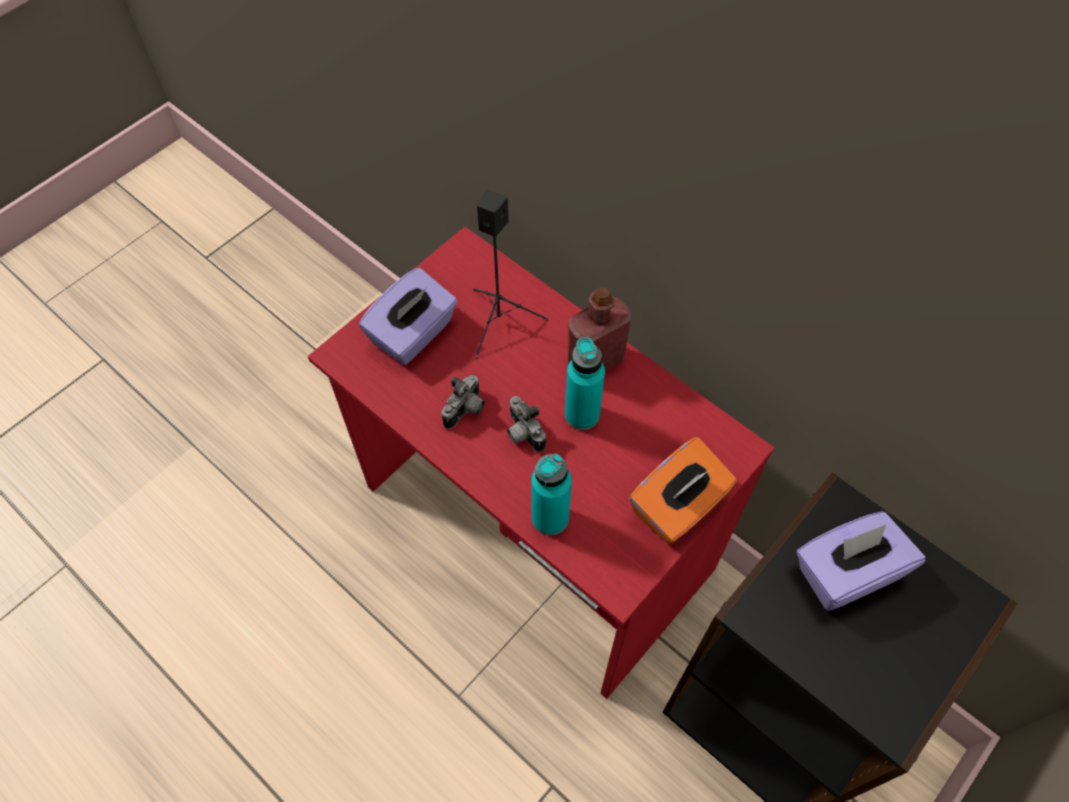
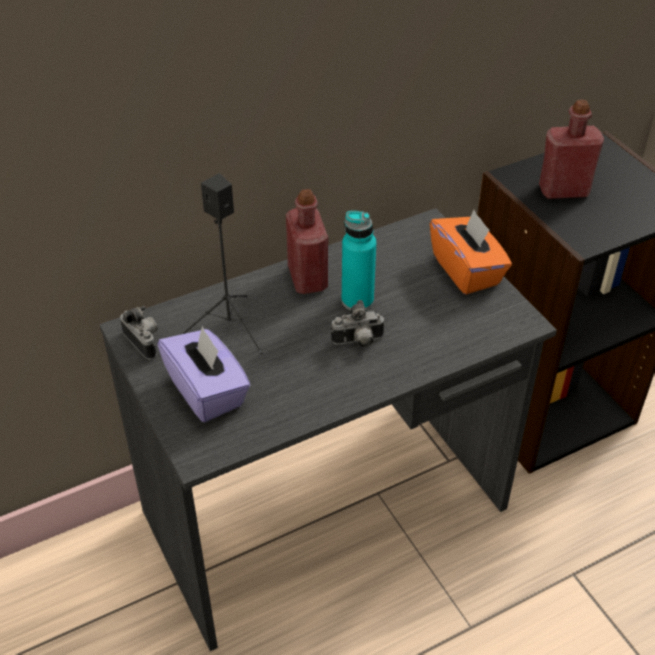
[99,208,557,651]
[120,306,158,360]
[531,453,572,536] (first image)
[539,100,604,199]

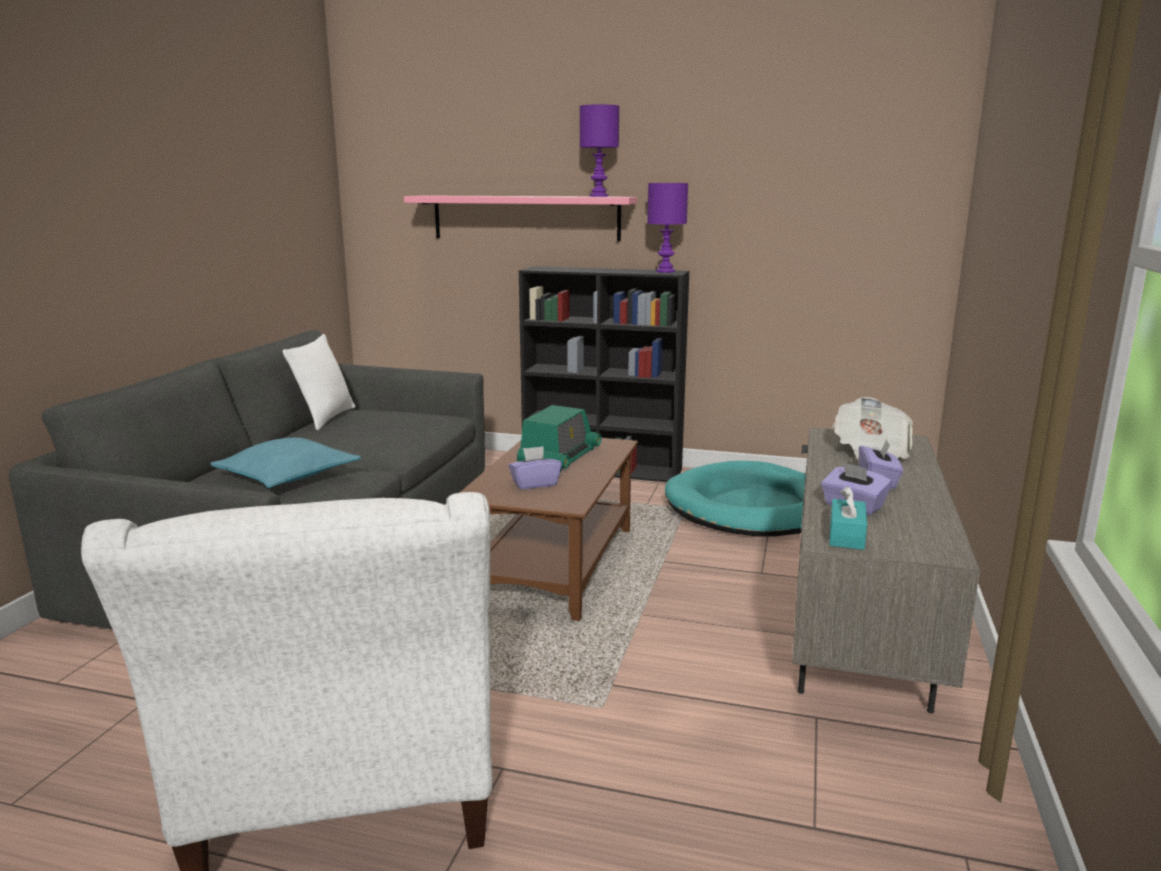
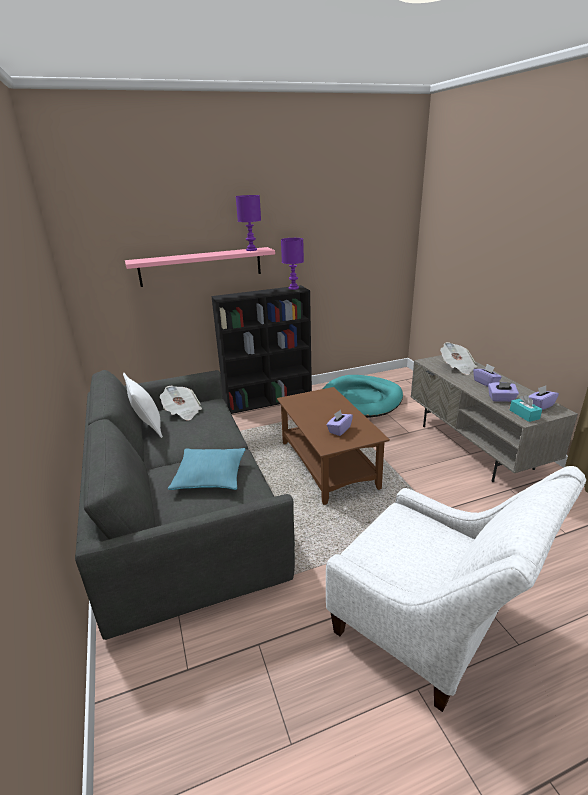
[517,405,601,472] (first image)
[160,386,202,420]
[529,385,559,410]

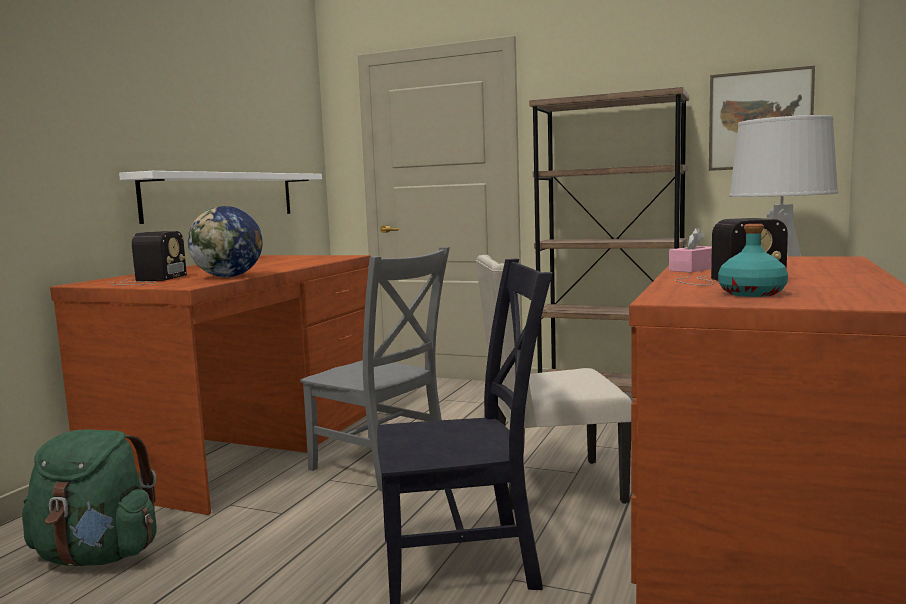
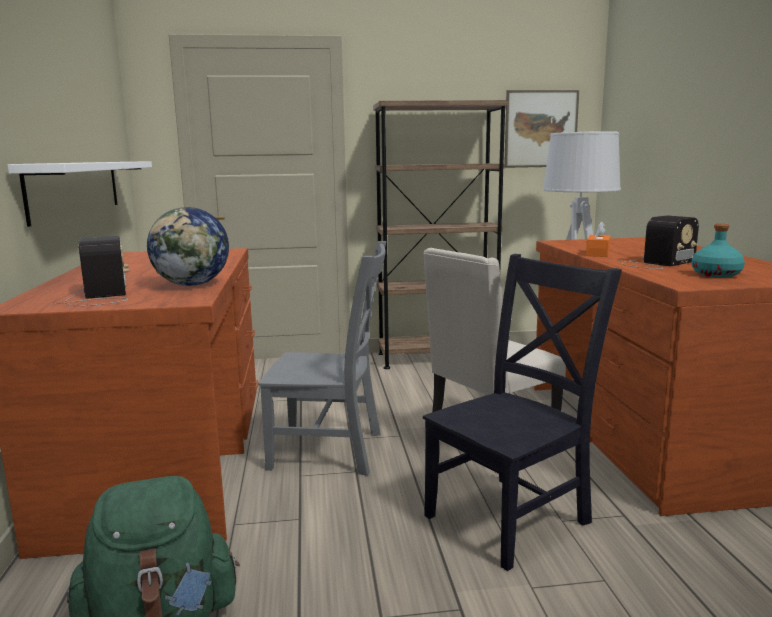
[586,221,610,257]

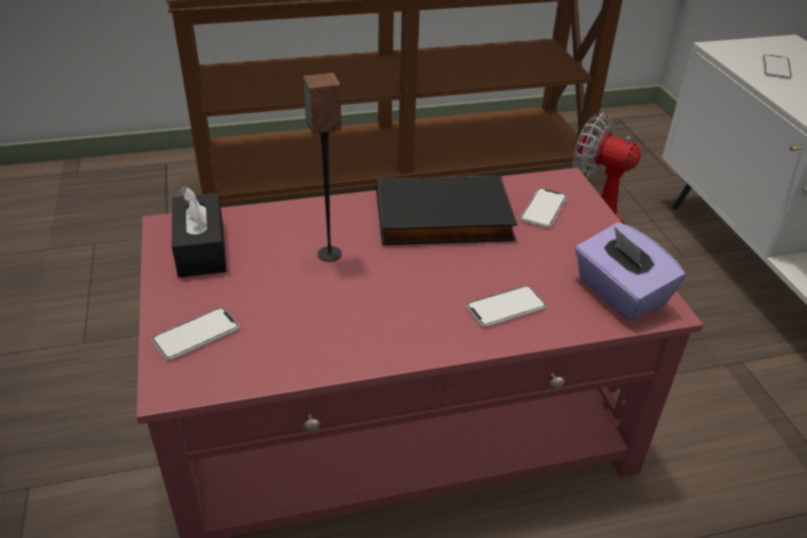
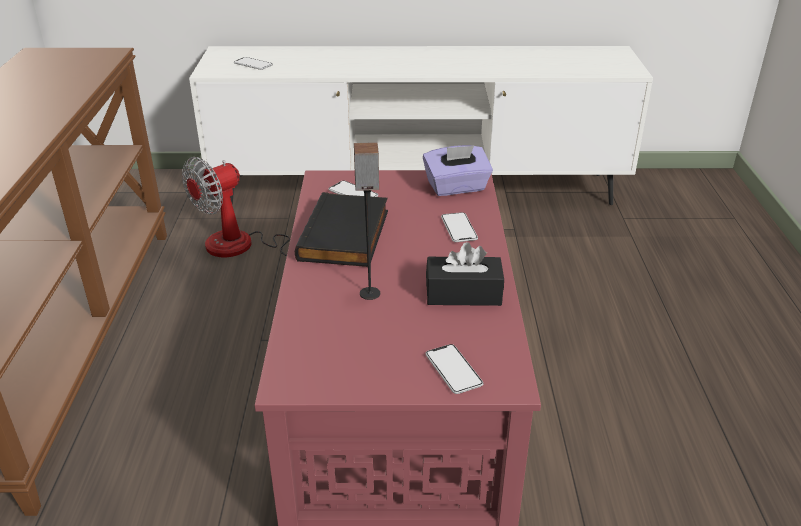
[426,242,504,306]

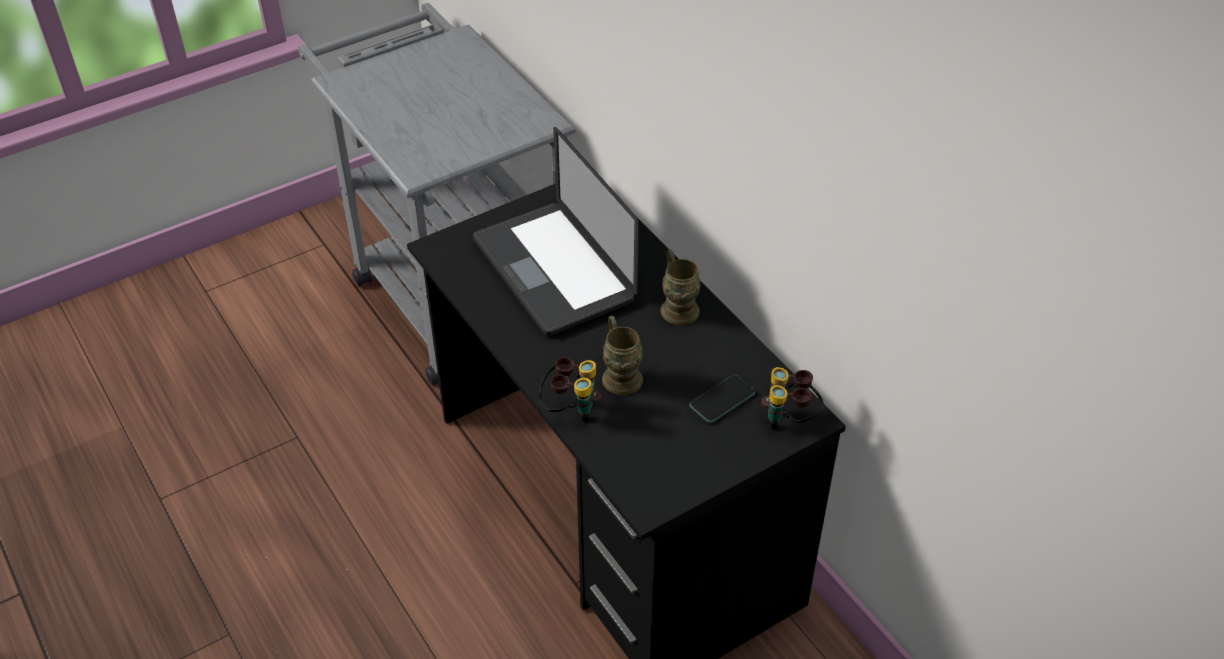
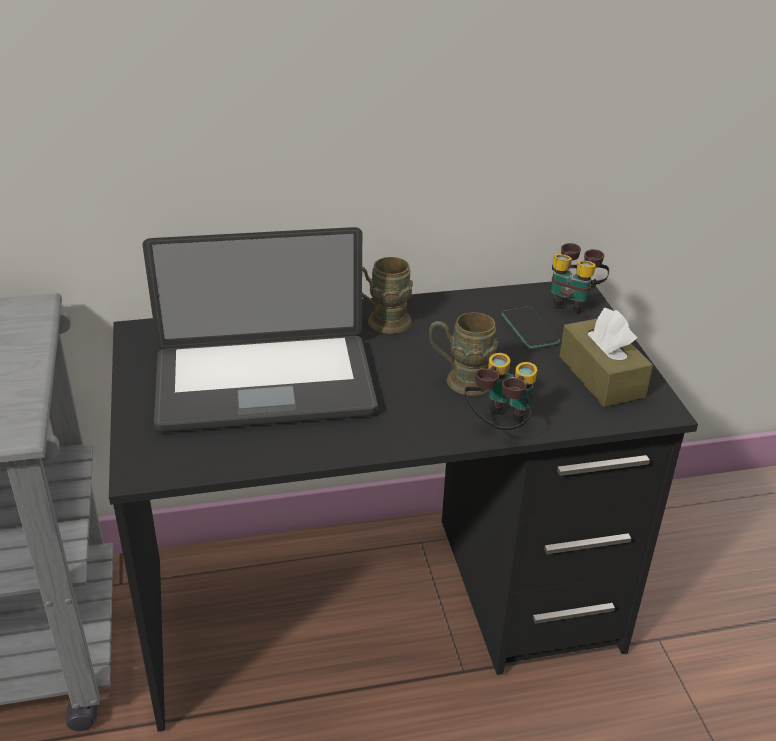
[559,308,653,407]

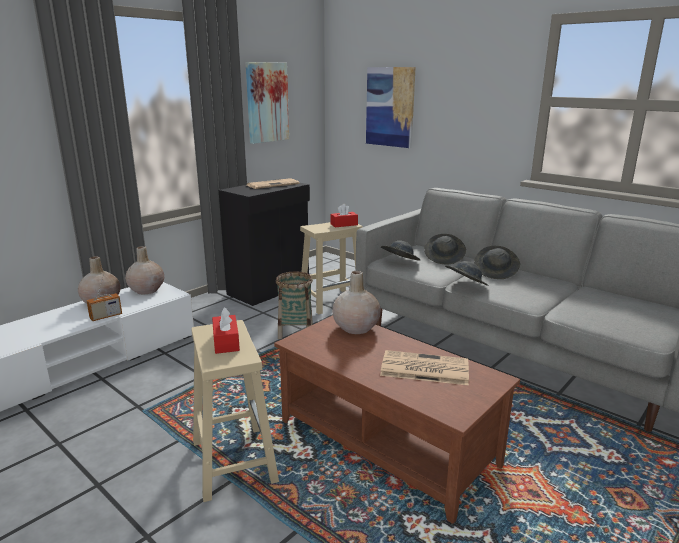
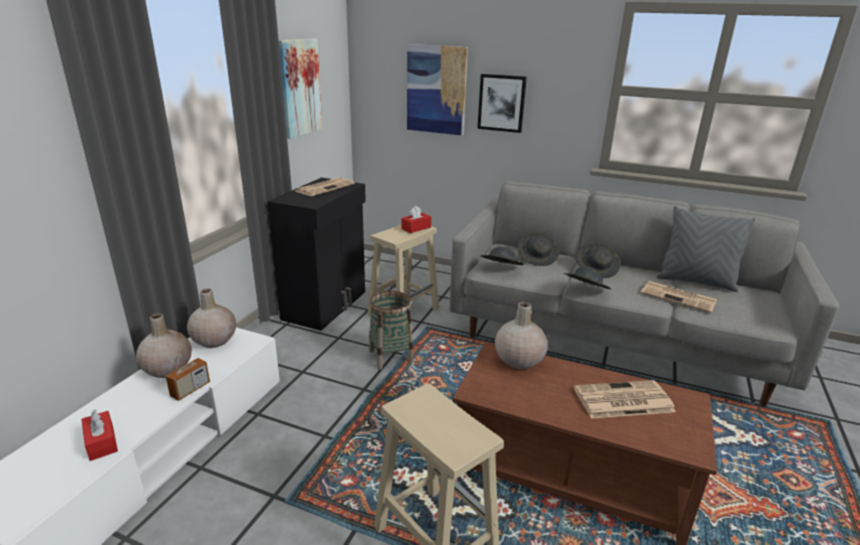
[81,409,118,461]
[477,74,527,133]
[641,281,717,313]
[656,206,755,292]

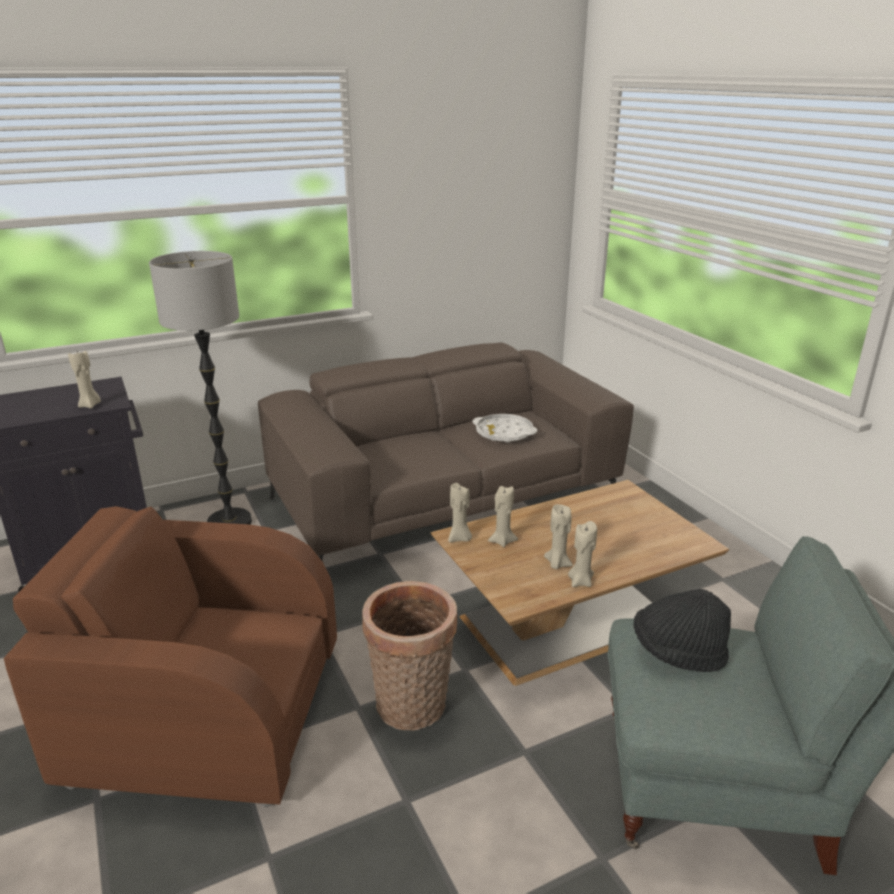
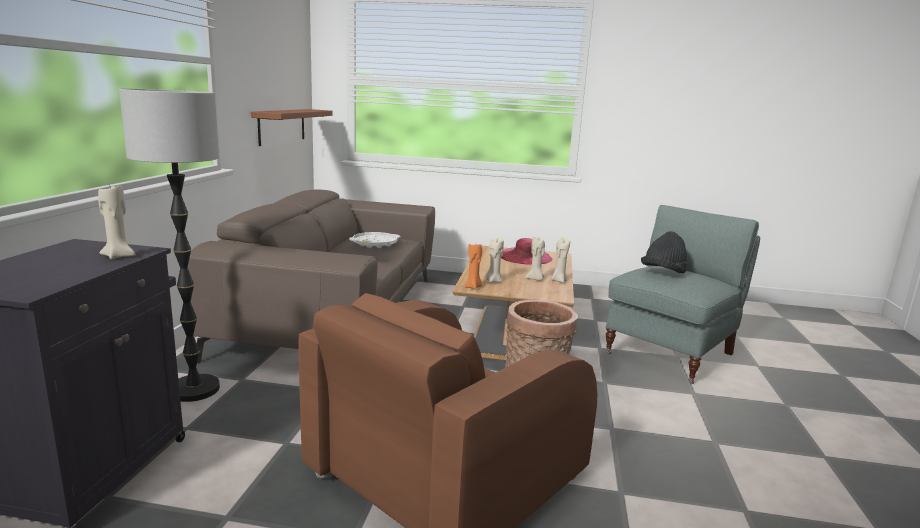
[465,243,482,290]
[251,109,333,146]
[501,238,552,265]

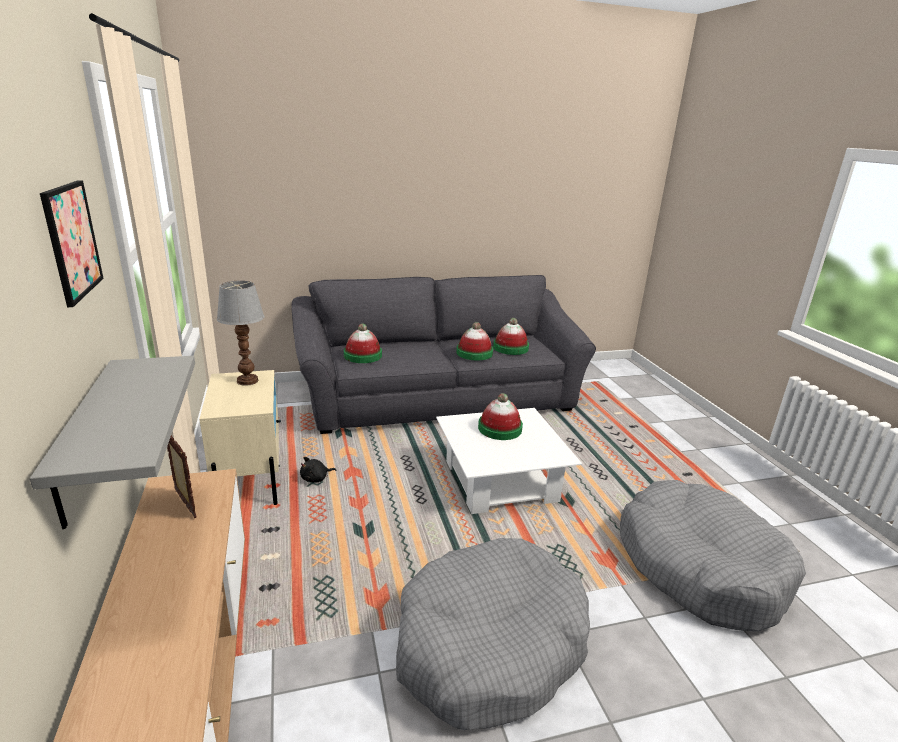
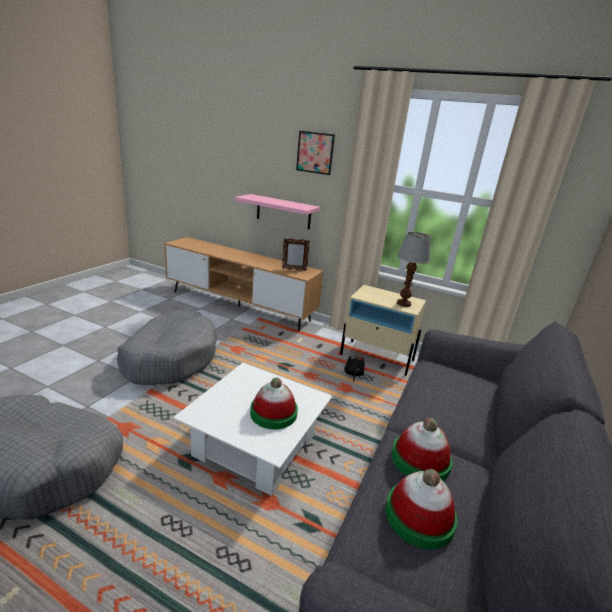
[234,194,320,230]
[344,324,382,363] (first image)

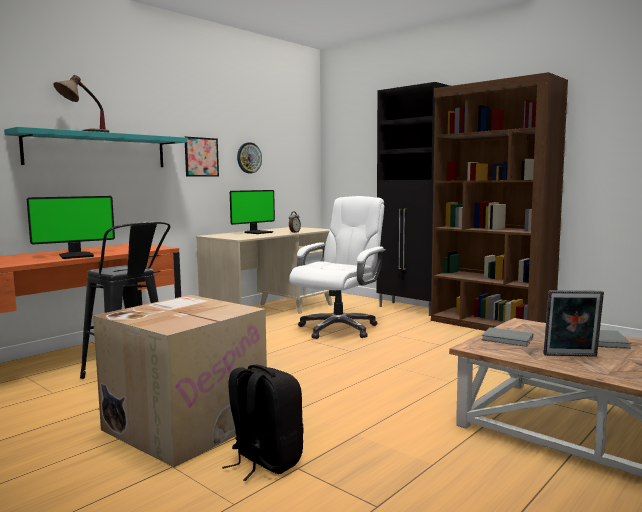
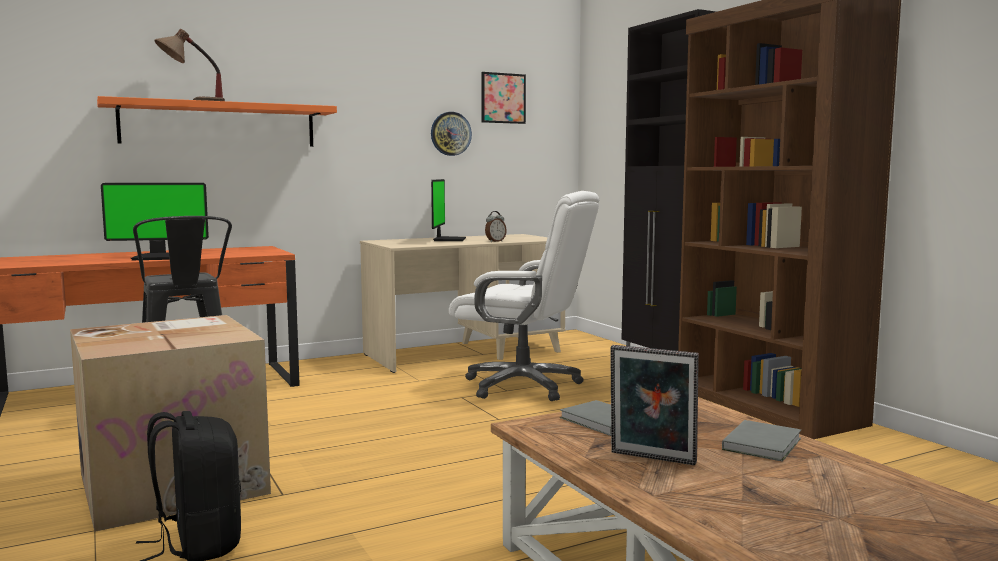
[97,96,337,147]
[481,72,526,124]
[431,179,466,241]
[449,191,600,401]

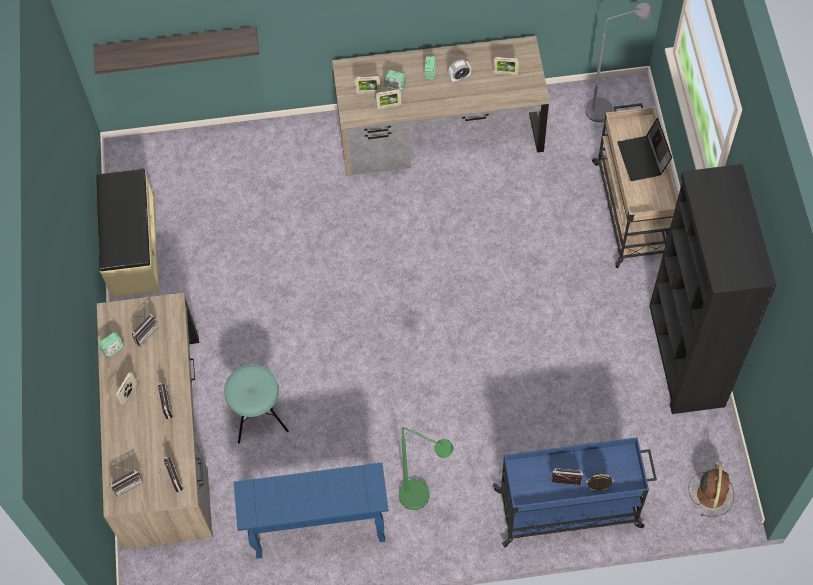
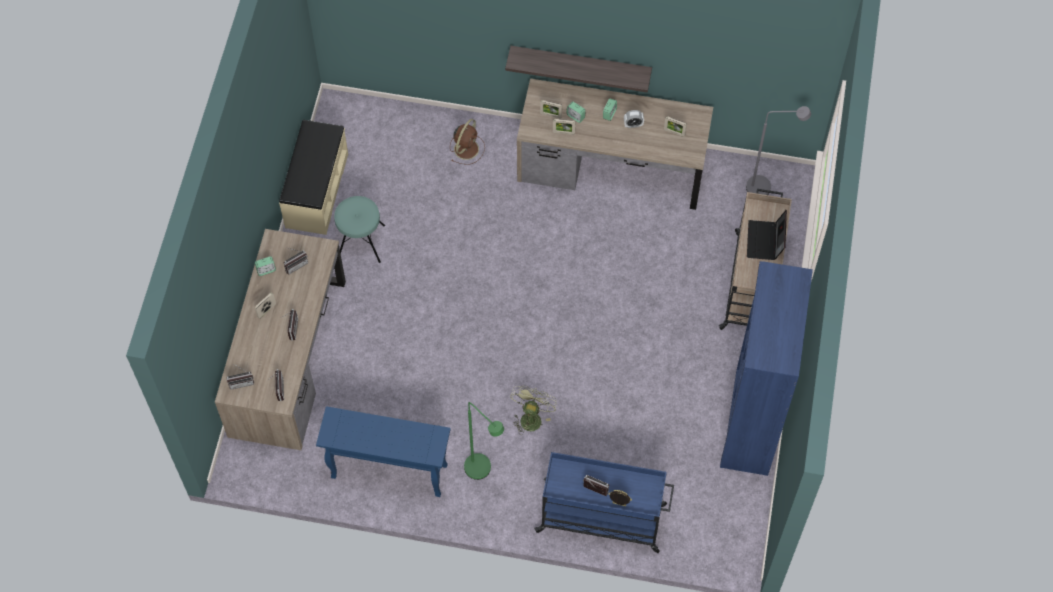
[505,46,652,93]
[334,196,385,263]
[720,261,813,476]
[450,119,485,165]
[510,386,557,434]

